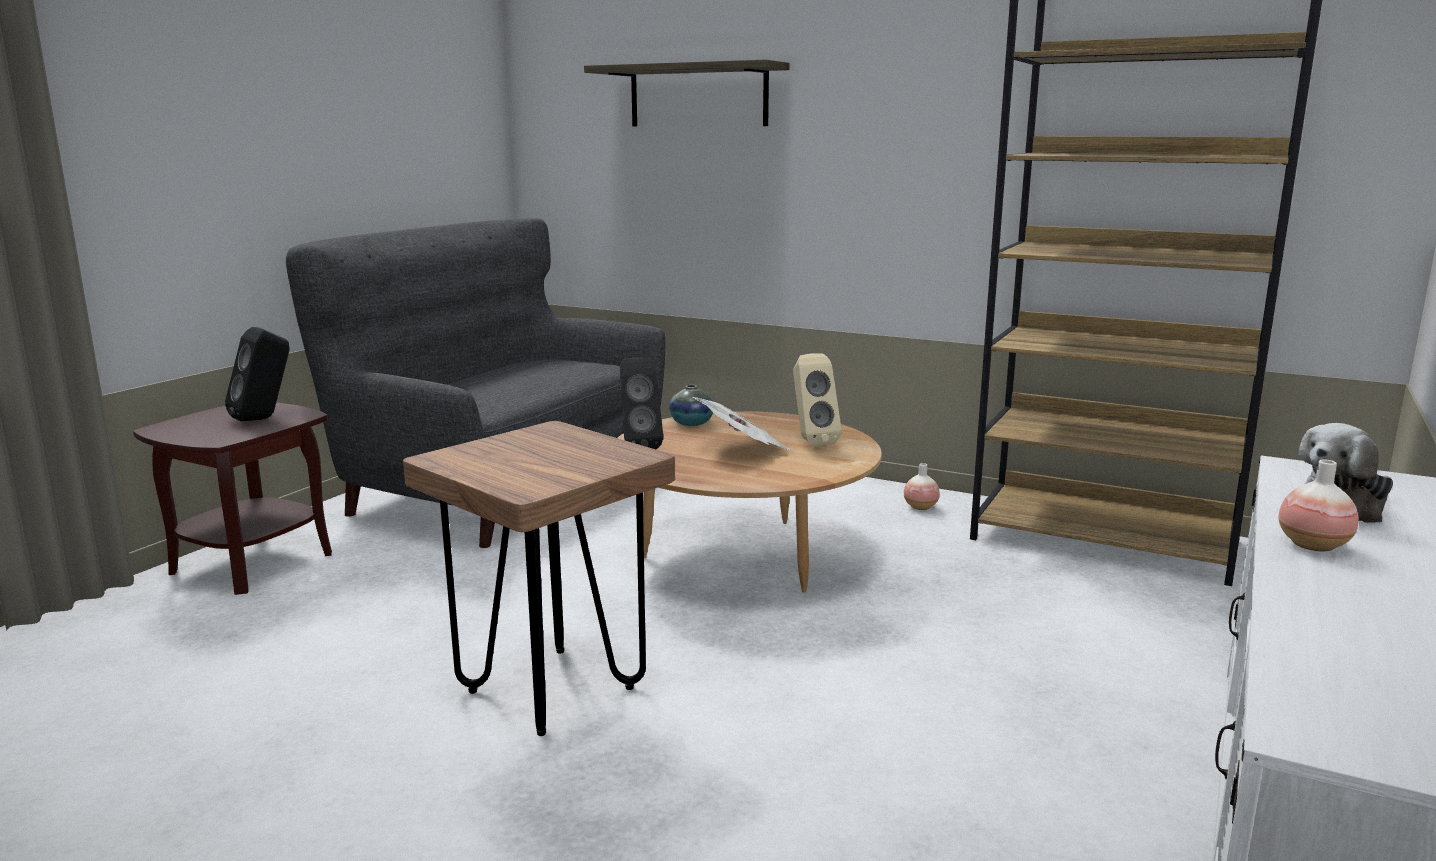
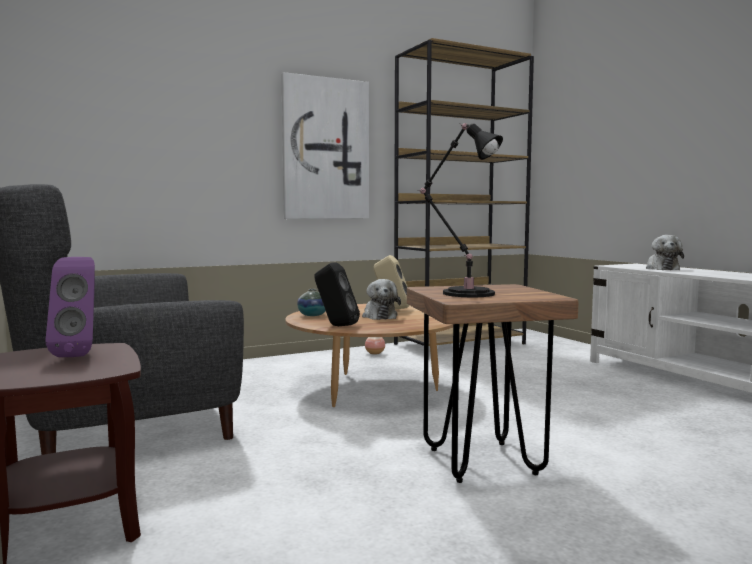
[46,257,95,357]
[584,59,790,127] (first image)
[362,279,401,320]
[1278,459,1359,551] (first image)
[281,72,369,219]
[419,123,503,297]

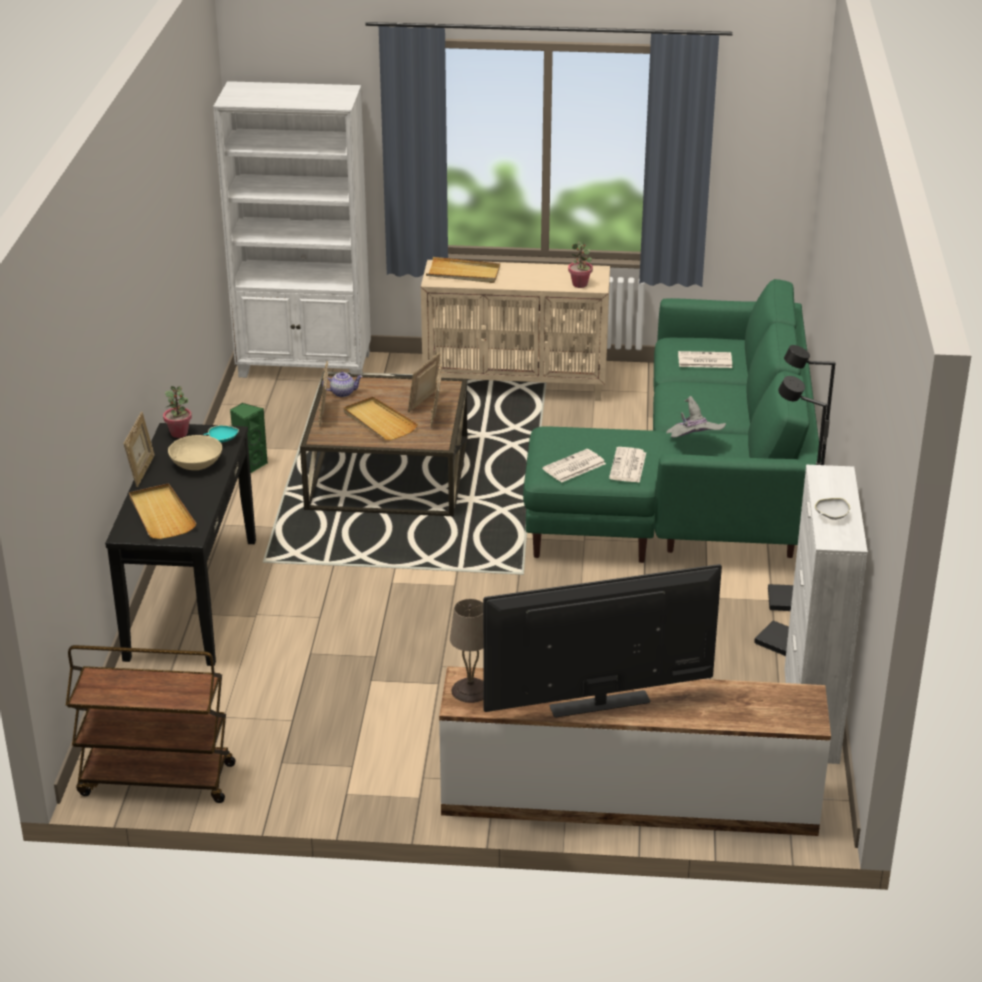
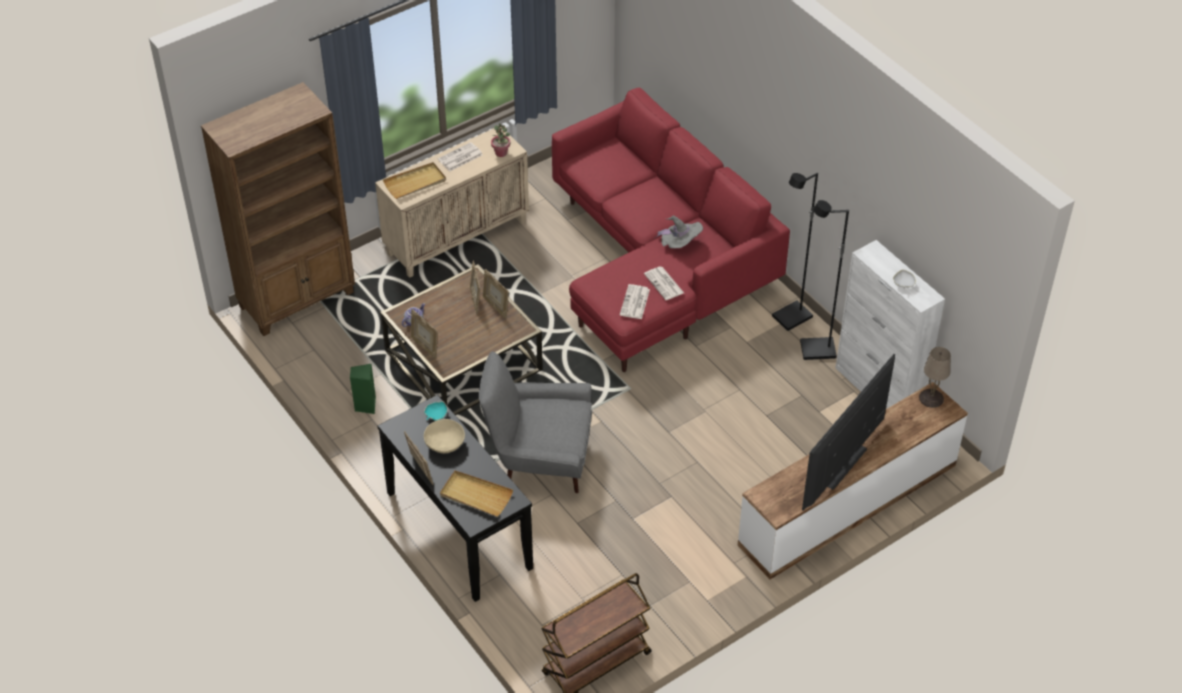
[163,386,192,438] (first image)
[201,82,355,336]
[343,397,418,440] (first image)
[919,347,951,408]
[552,88,790,372]
[438,142,483,171]
[479,352,592,493]

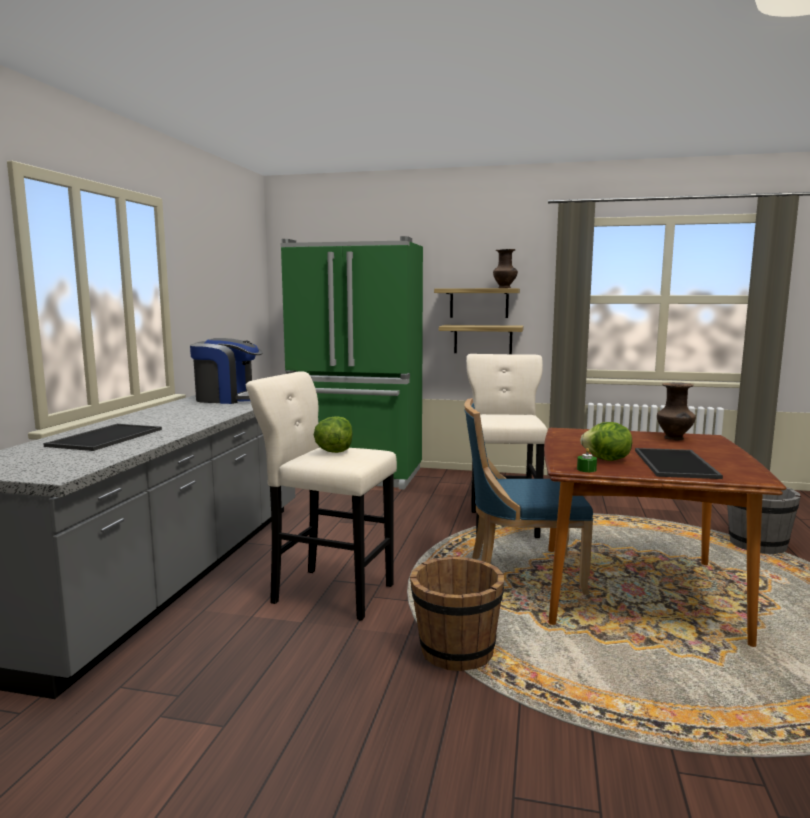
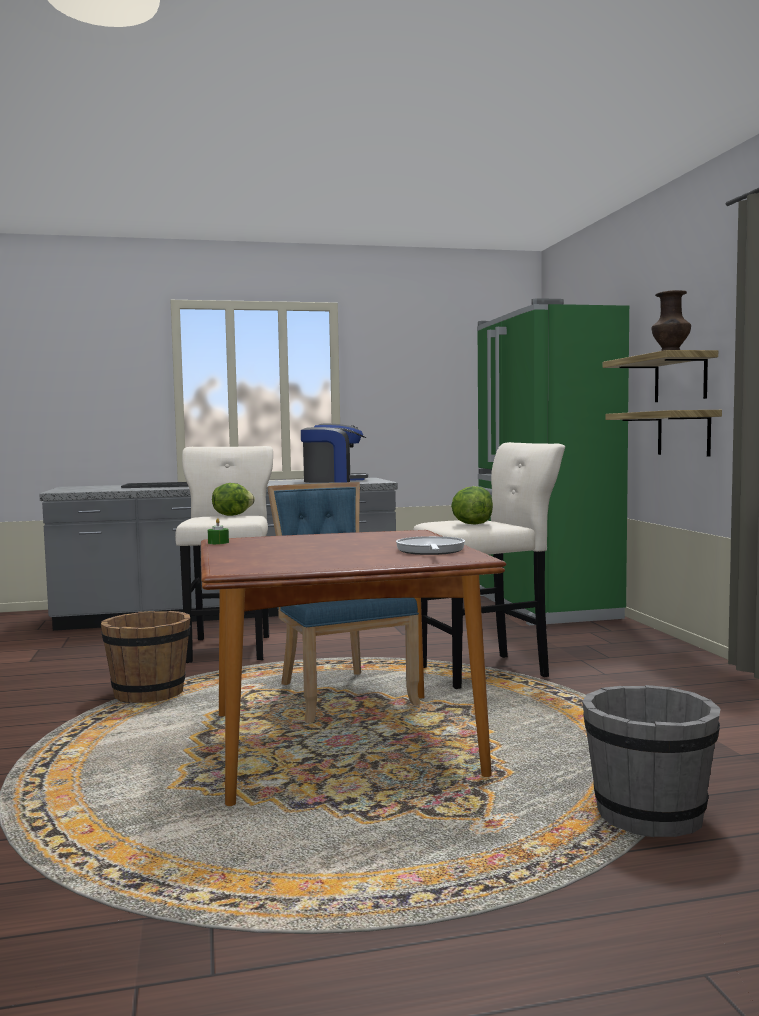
[301,424,368,483]
[451,486,493,525]
[635,448,723,479] (first image)
[396,536,465,555]

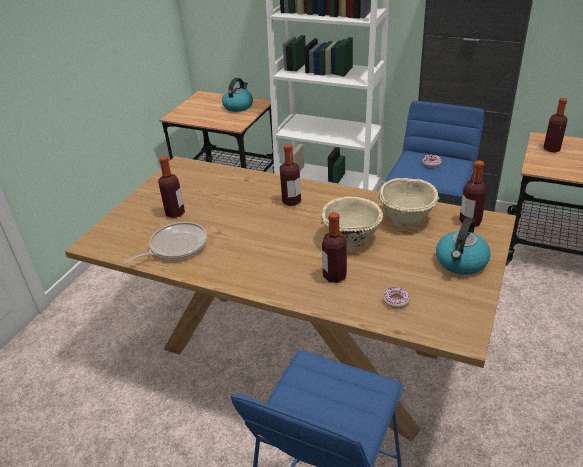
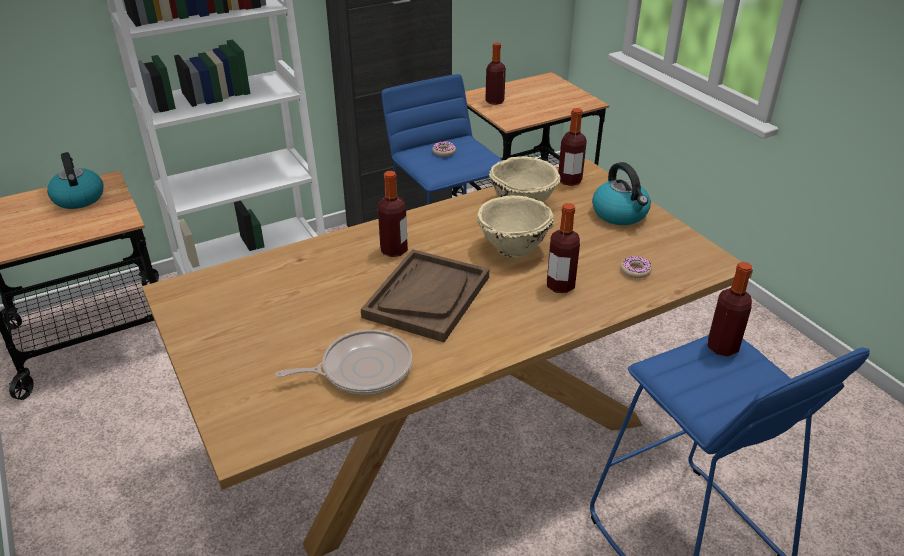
[275,330,412,394]
[707,262,752,356]
[361,249,489,342]

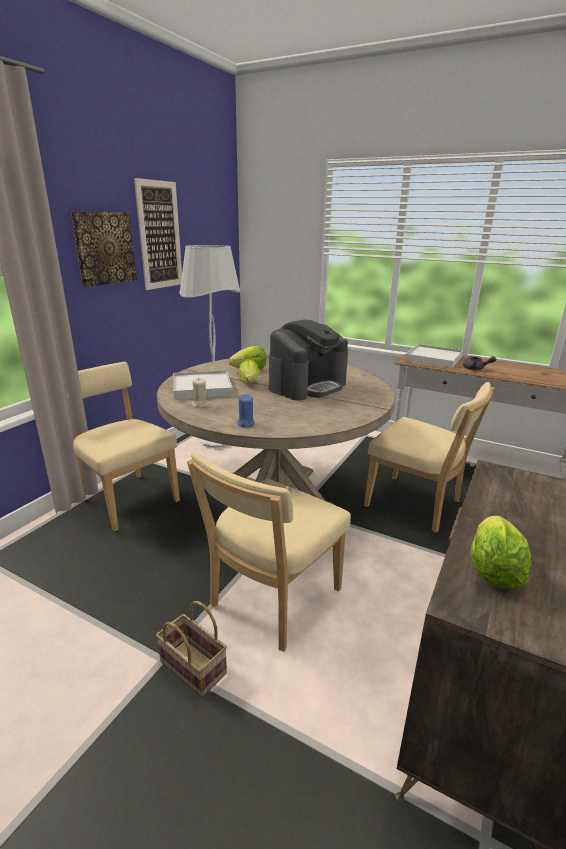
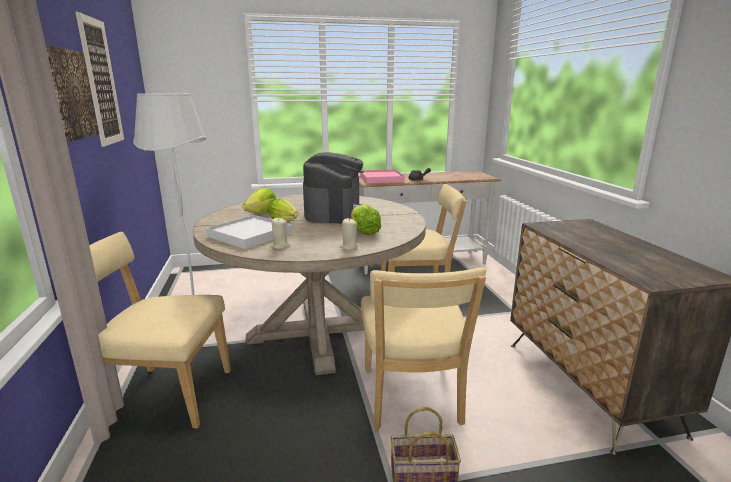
[340,218,359,250]
[360,169,405,183]
[351,205,381,235]

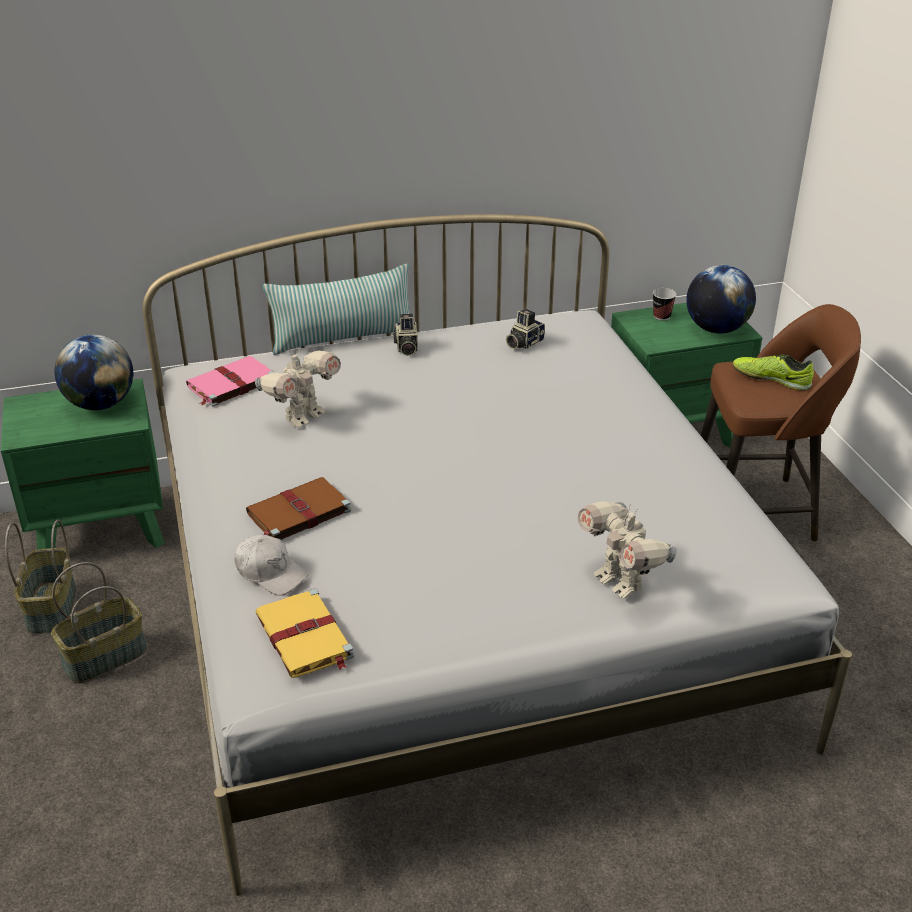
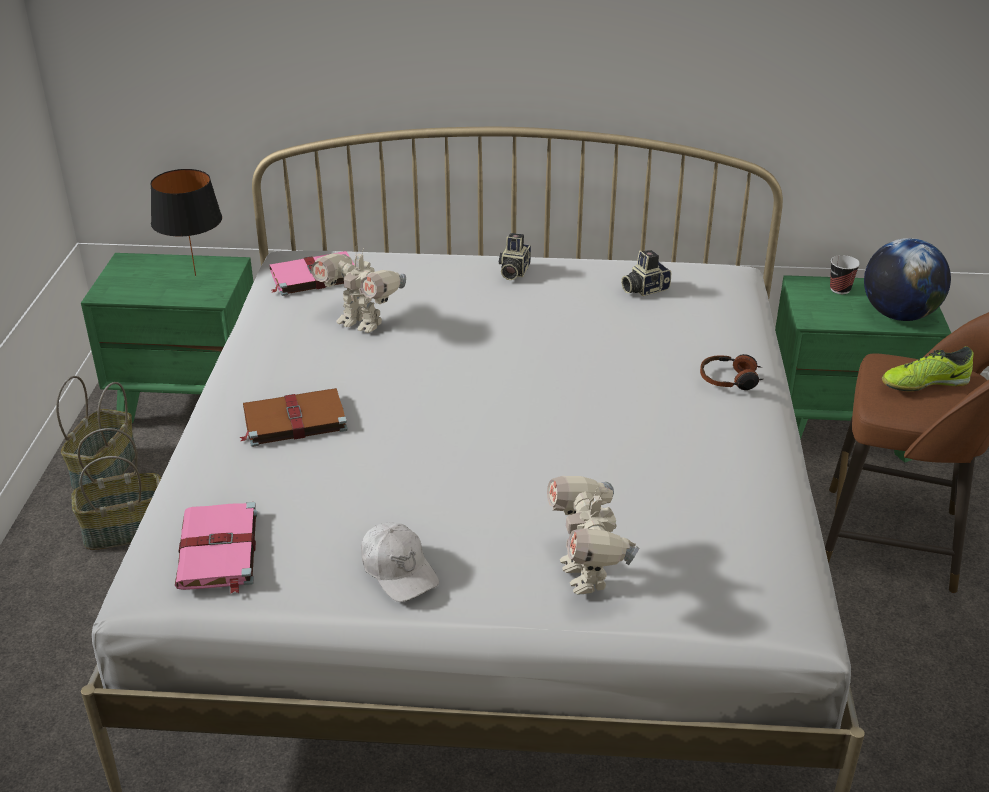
[150,169,222,276]
[361,522,439,602]
[311,248,406,333]
[175,502,257,594]
[263,264,410,355] (first image)
[882,346,974,391]
[700,354,763,390]

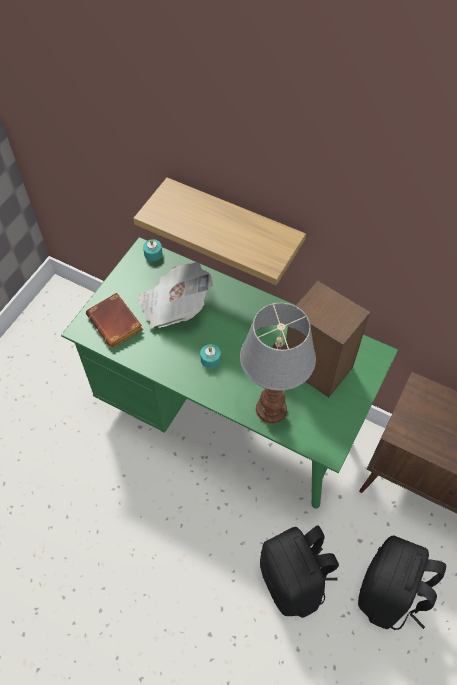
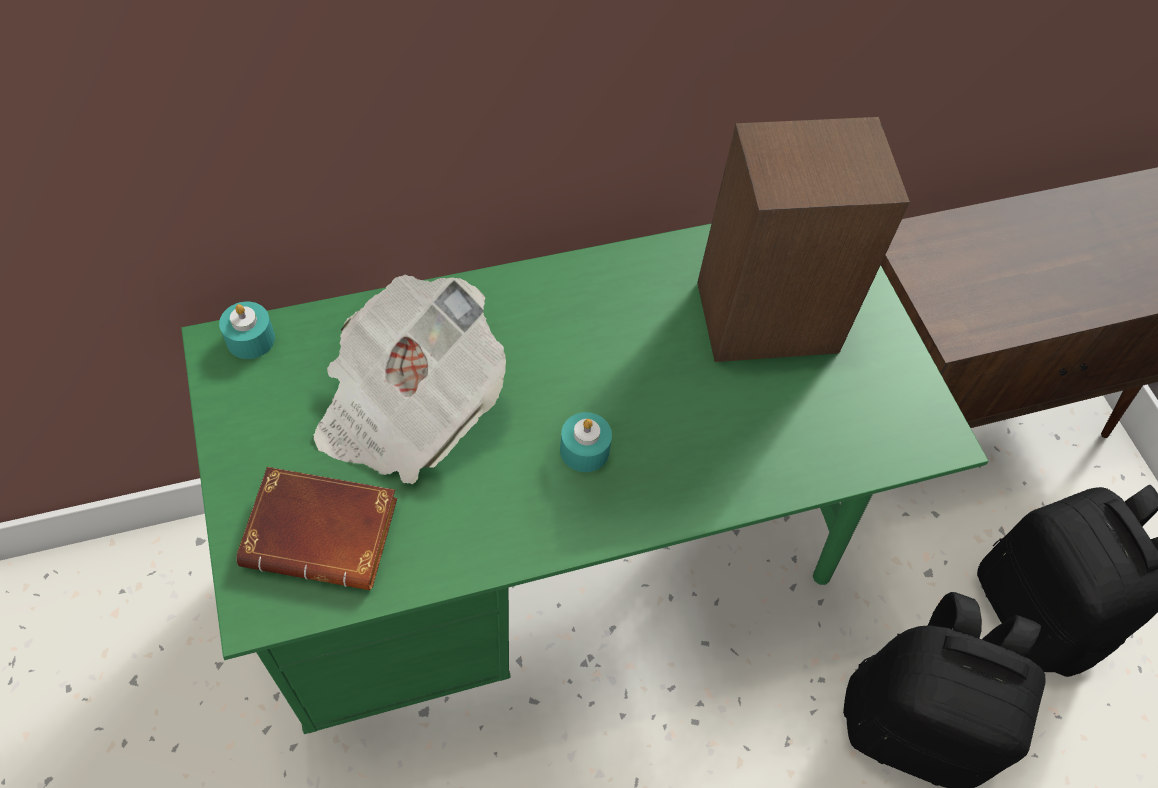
[133,178,306,285] (first image)
[240,303,316,424] (first image)

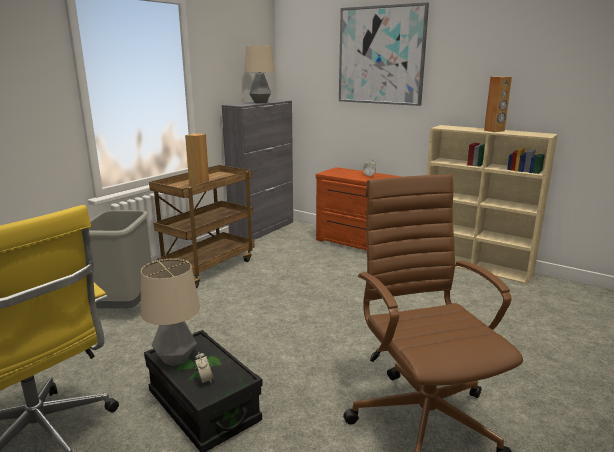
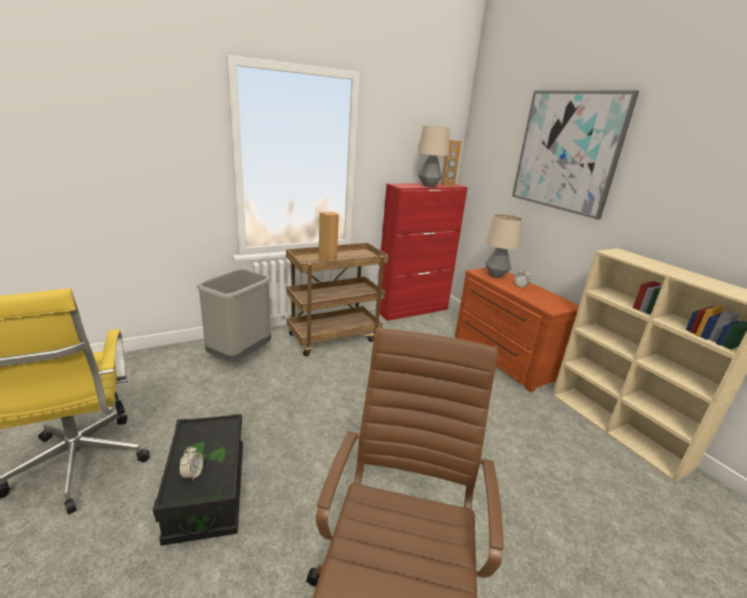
[485,214,523,278]
[376,183,468,321]
[442,139,462,186]

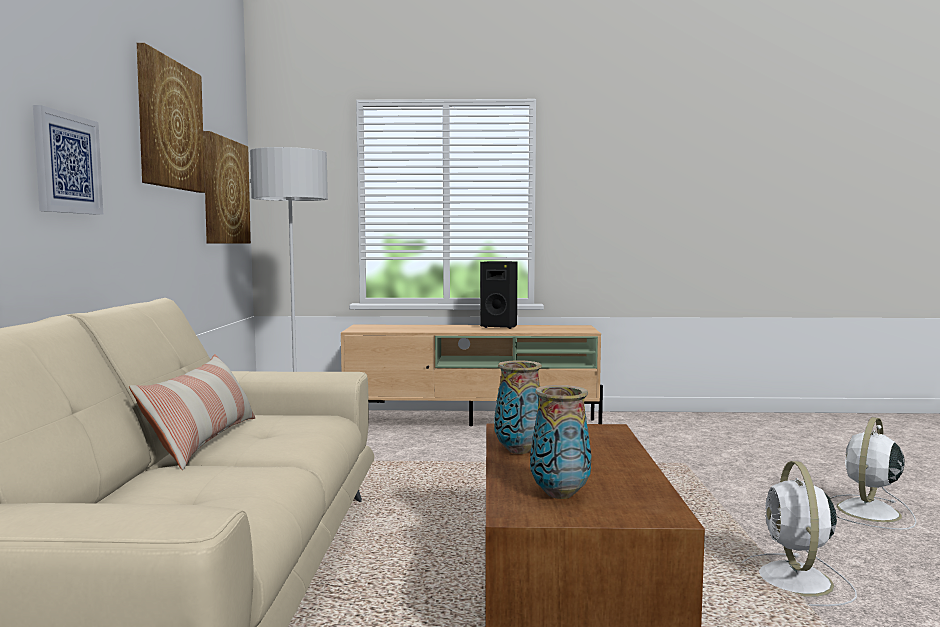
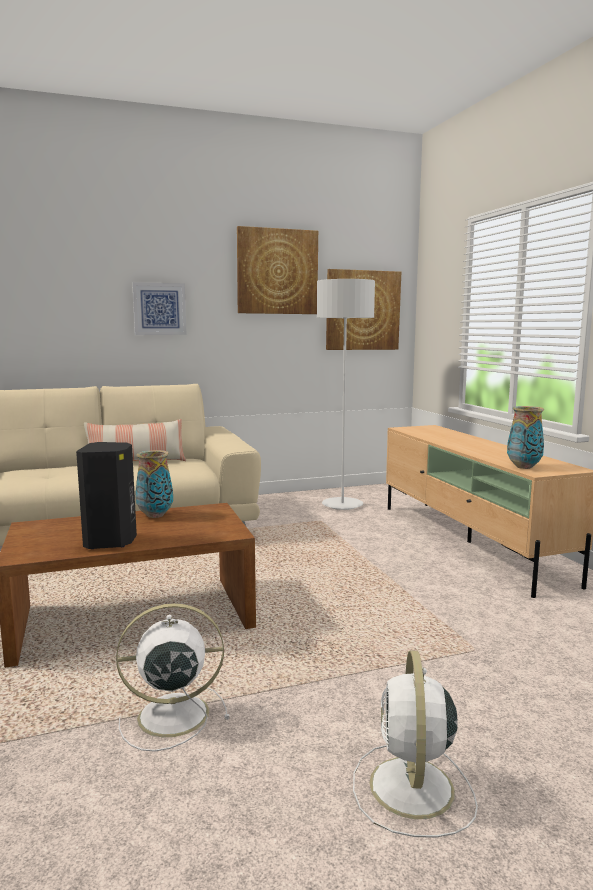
[76,442,137,549]
[507,406,544,469]
[353,650,478,838]

